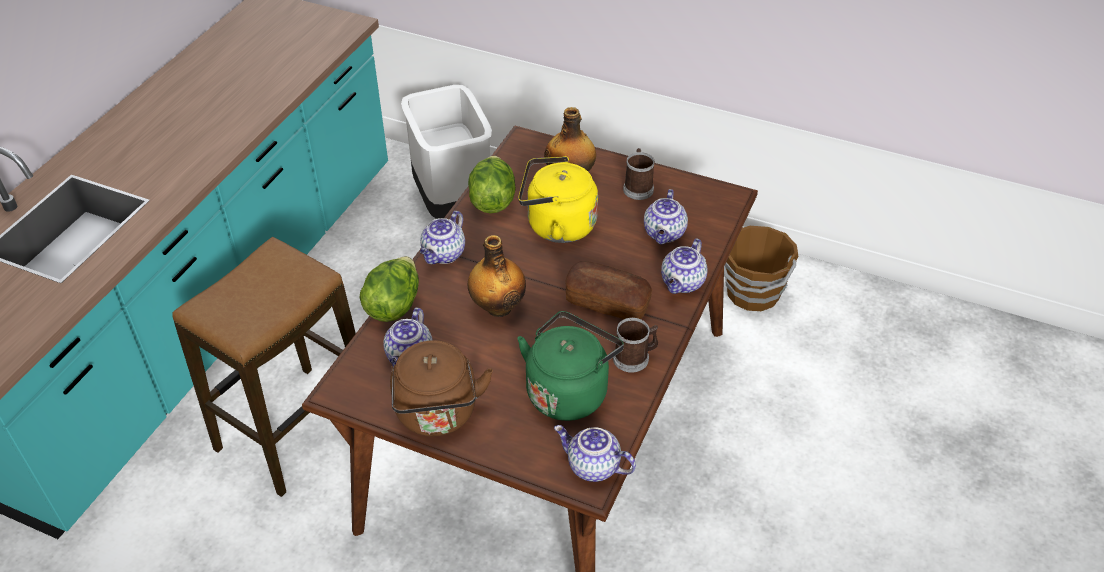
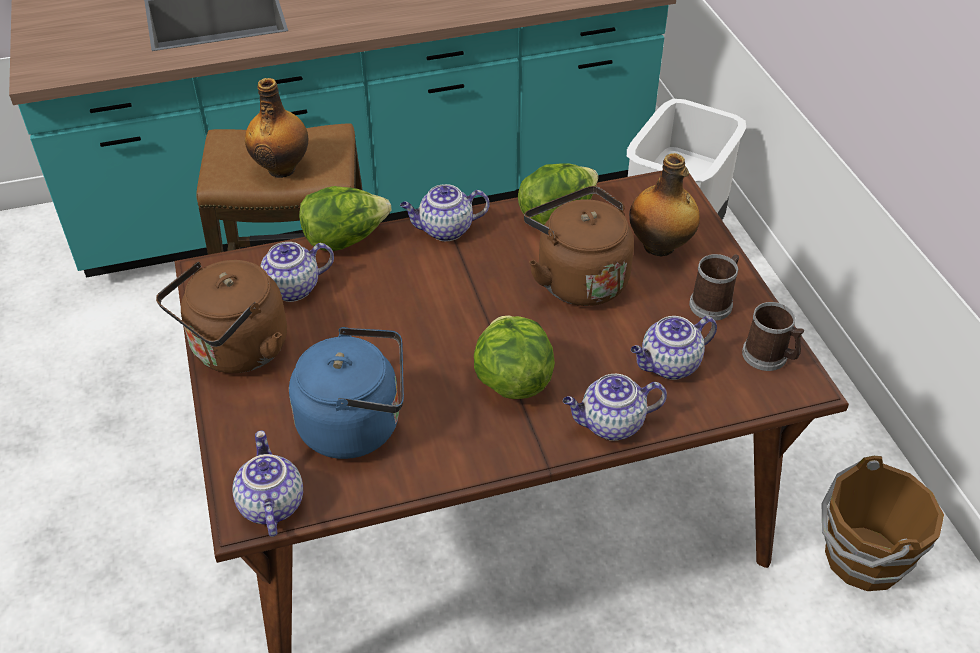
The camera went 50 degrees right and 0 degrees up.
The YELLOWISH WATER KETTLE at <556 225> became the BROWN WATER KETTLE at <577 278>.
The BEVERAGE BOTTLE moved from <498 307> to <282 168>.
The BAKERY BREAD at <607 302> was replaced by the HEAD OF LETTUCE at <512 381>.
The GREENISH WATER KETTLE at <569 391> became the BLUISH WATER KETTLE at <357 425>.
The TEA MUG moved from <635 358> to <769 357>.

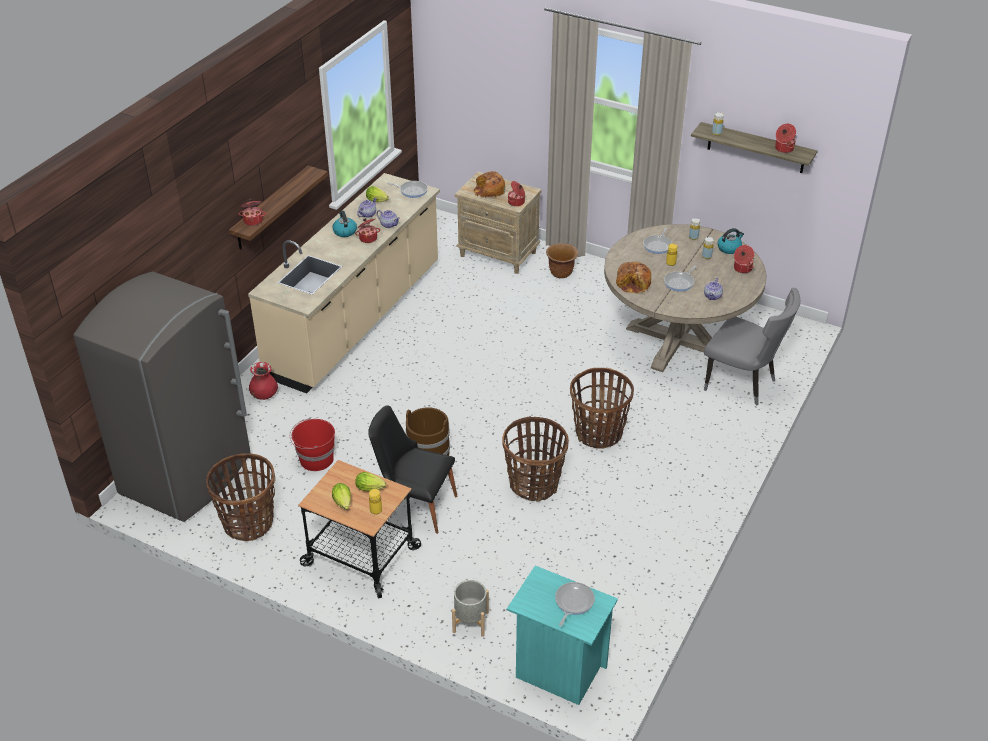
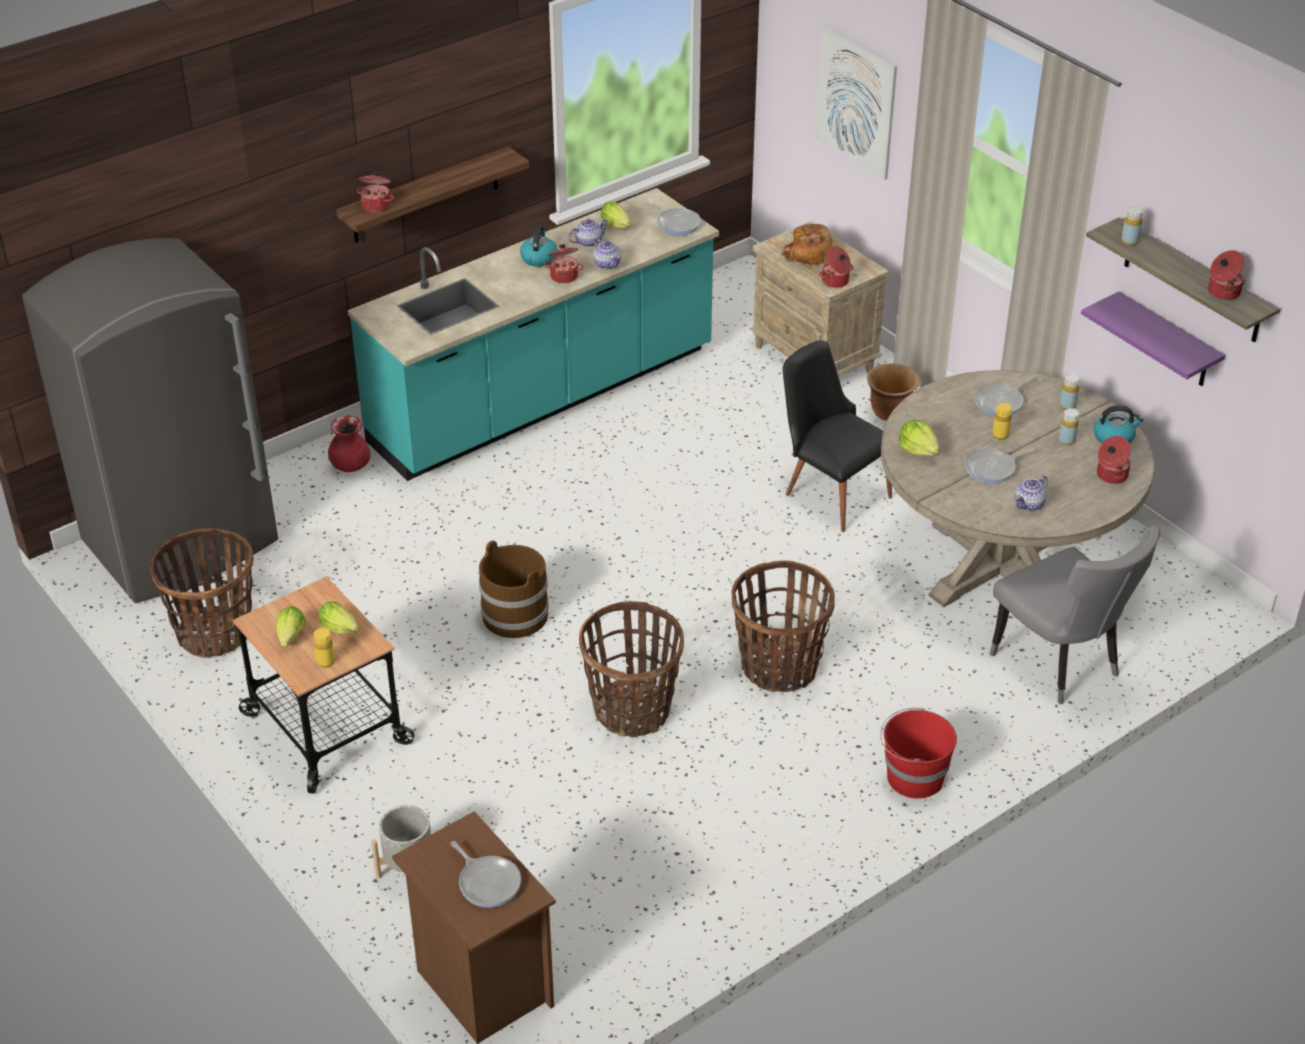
The camera went 25 degrees right and 0 degrees up.
The BEIGE KITCHEN BASE UNIT at <356 320> became the BLUE-GREEN KITCHEN BASE UNIT at <544 398>.
The BAKERY BREAD at <634 283> was replaced by the HEAD OF LETTUCE at <918 449>.
The BLACK-COLOURED PLAIN CHAIR moved from <414 504> to <830 491>.
The RED BUCKET moved from <315 459> to <913 778>.
The BLUE-GREEN BEDSIDE TABLE at <557 671> became the BROWN BEDSIDE TABLE at <480 985>.
The SKILLET at <573 602> turned 90 degrees clockwise.
The PICTURE at <855 102> appeared.
The PURPLE-COLOURED BRACKET SHELF at <1167 342> appeared.

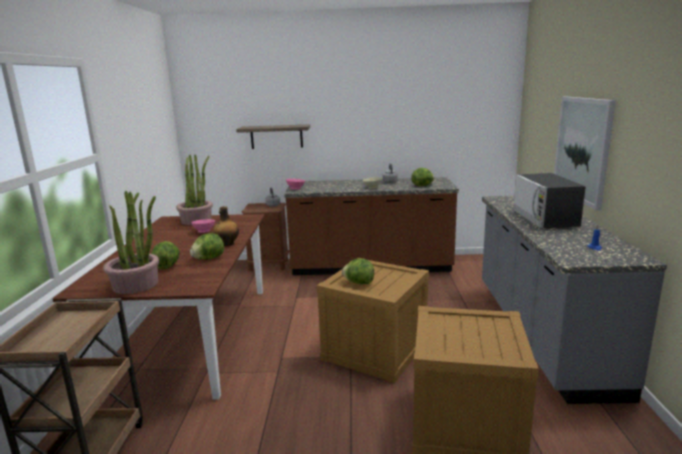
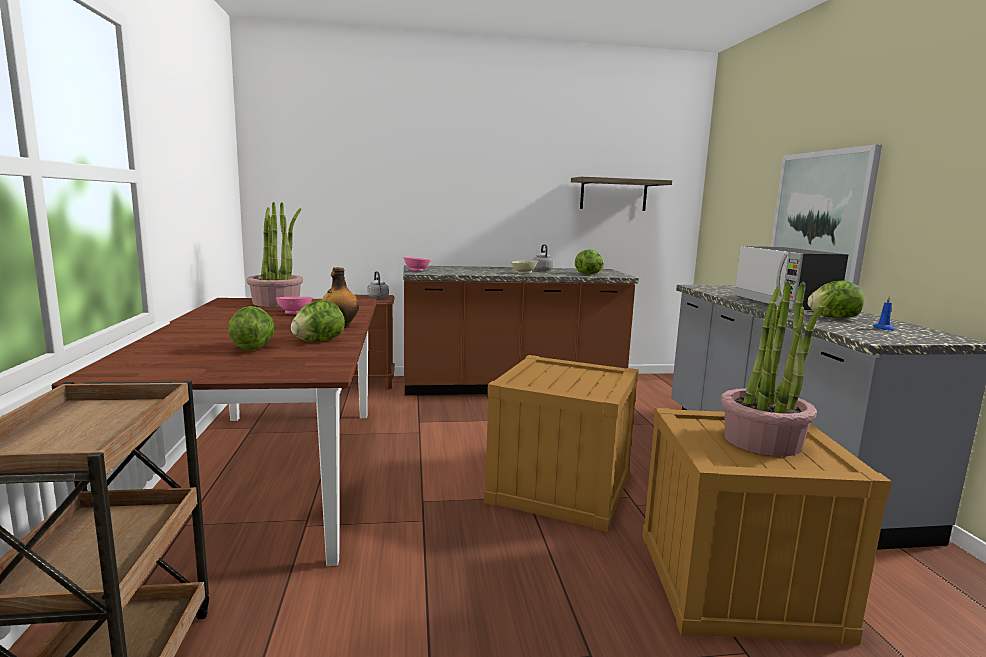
The camera went 10 degrees left and 5 degrees down.
The BRACKET SHELF moved from <276 136> to <613 194>.
The HOUSEPLANT moved from <136 284> to <763 441>.
The HEAD OF LETTUCE moved from <359 283> to <833 318>.

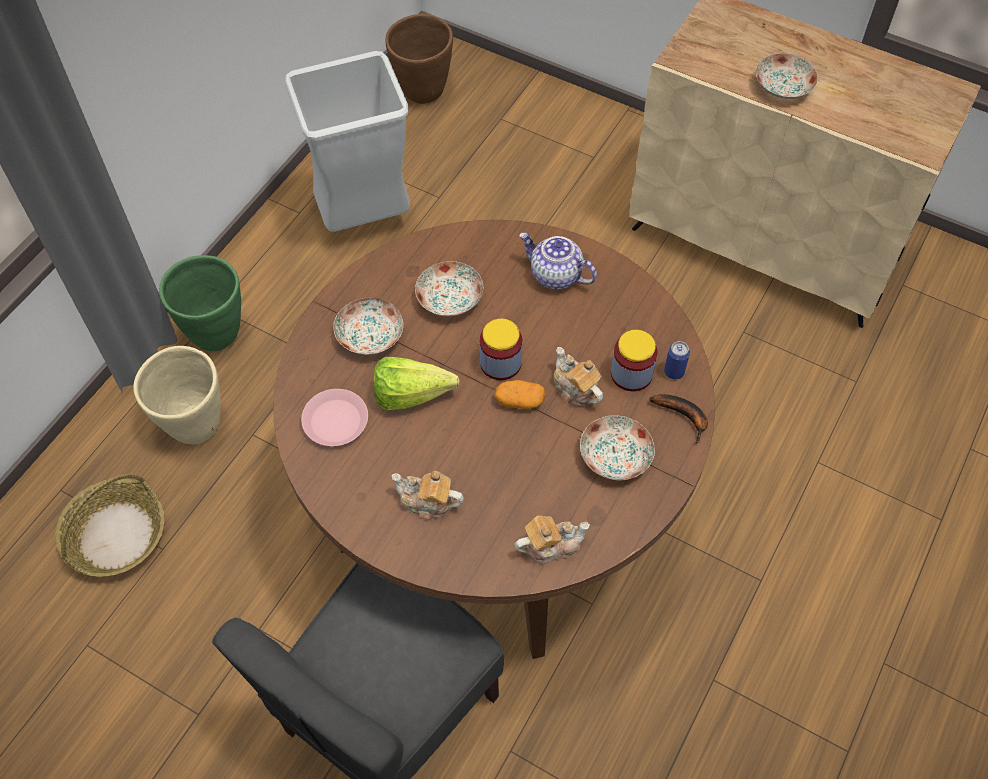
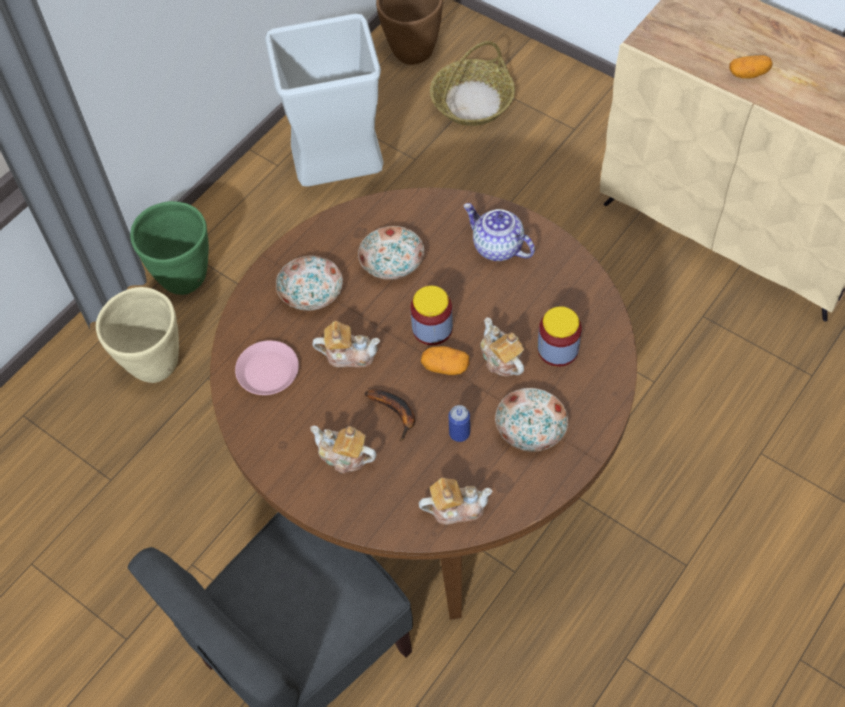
The camera went 10 degrees right and 0 degrees up.
The PLATE at <782 86> was replaced by the POTATO at <748 74>.
The METAL CAN moved from <674 372> to <459 433>.
The HEAD OF LETTUCE at <418 396> was replaced by the TEA POT at <349 354>.
The BANANA moved from <684 416> to <396 413>.
The BASKET moved from <116 535> to <472 101>.

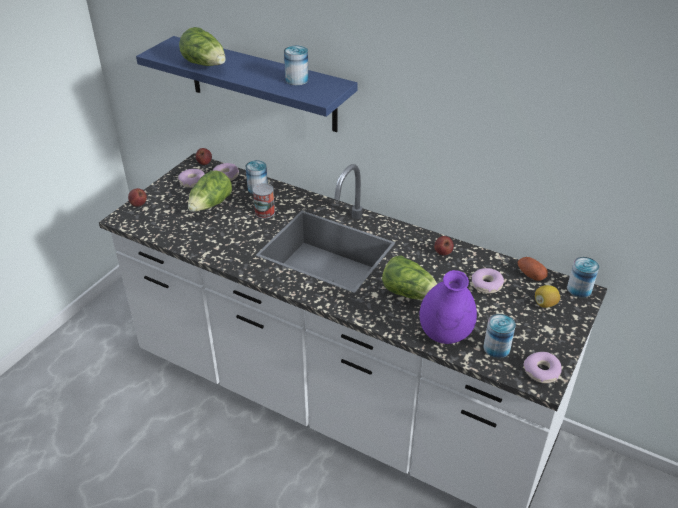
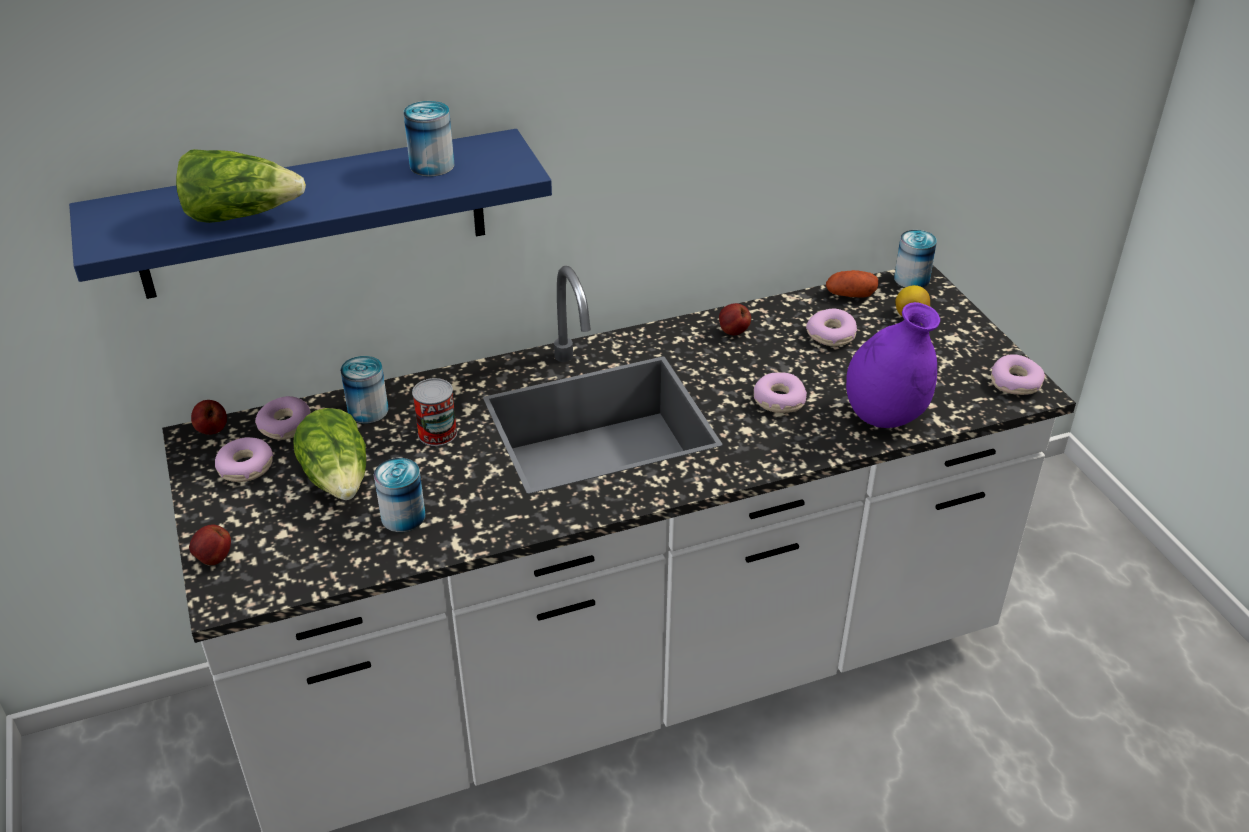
The camera went 50 degrees left and 0 degrees up.
The HEAD OF LETTUCE at <410 293> was replaced by the DOUGHNUT at <778 400>.
The METAL CAN moved from <496 348> to <403 516>.

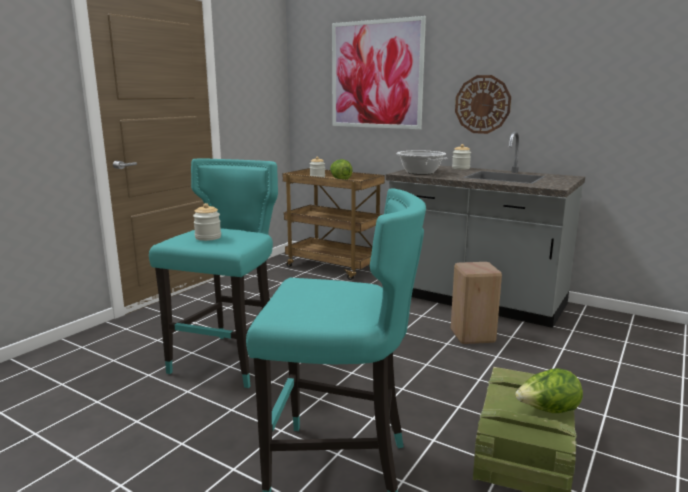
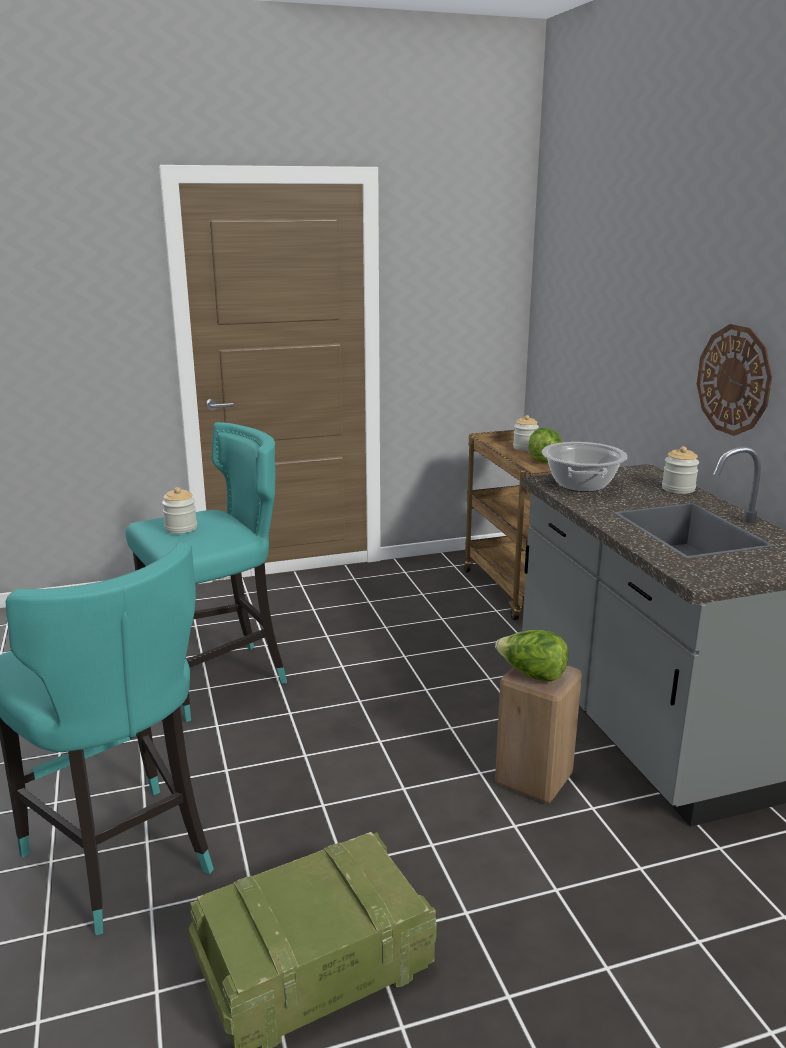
The camera went 40 degrees right and 5 degrees up.
The PICTURE at <376 75> disappeared.
The HEAD OF LETTUCE moved from <547 411> to <531 675>.

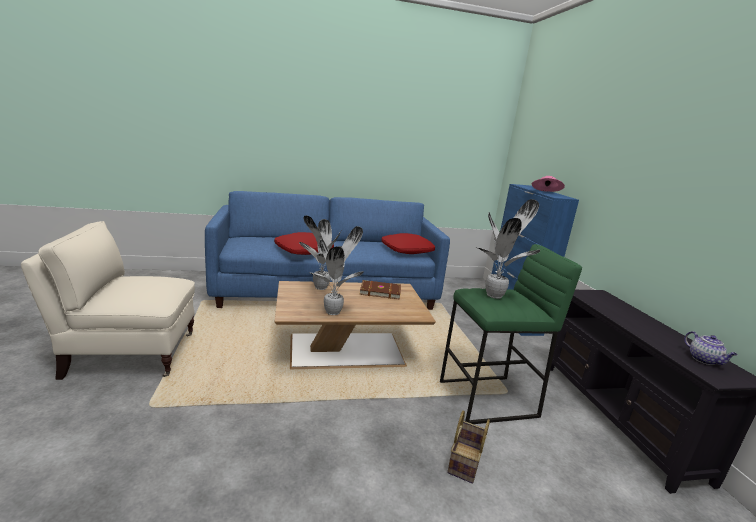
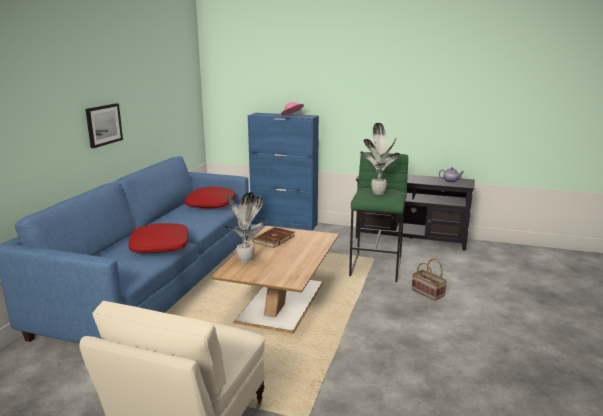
The camera went 60 degrees left and 0 degrees up.
The HOUSEPLANT at <334 312> disappeared.
The PICTURE at <103 125> appeared.

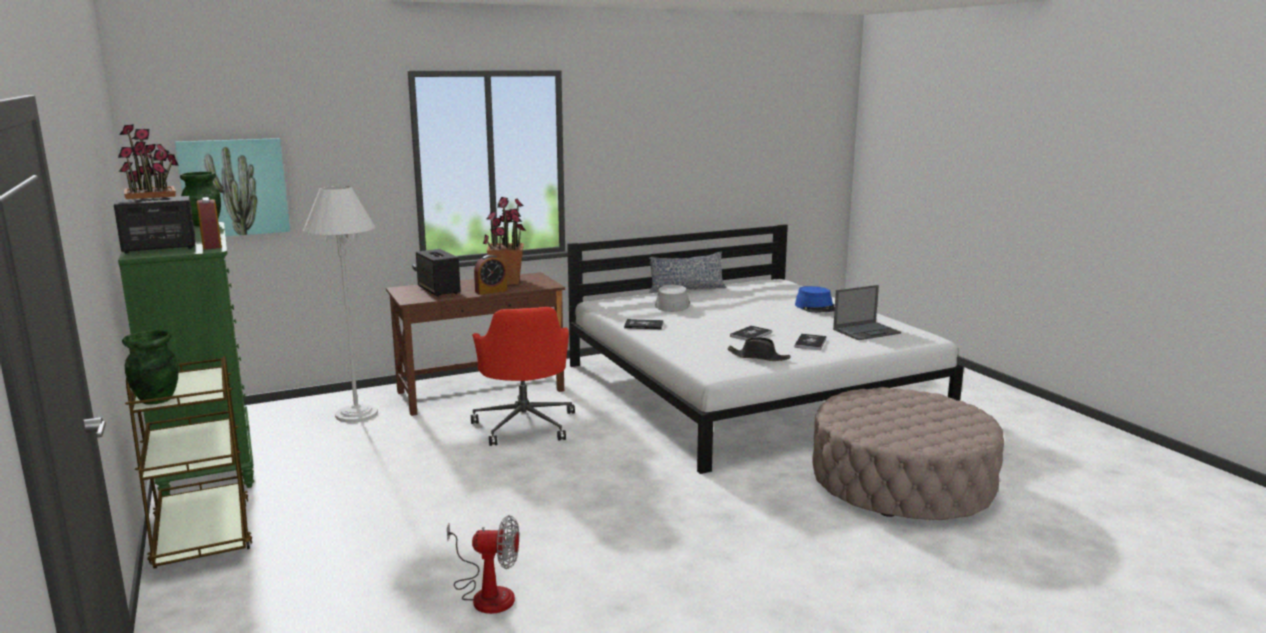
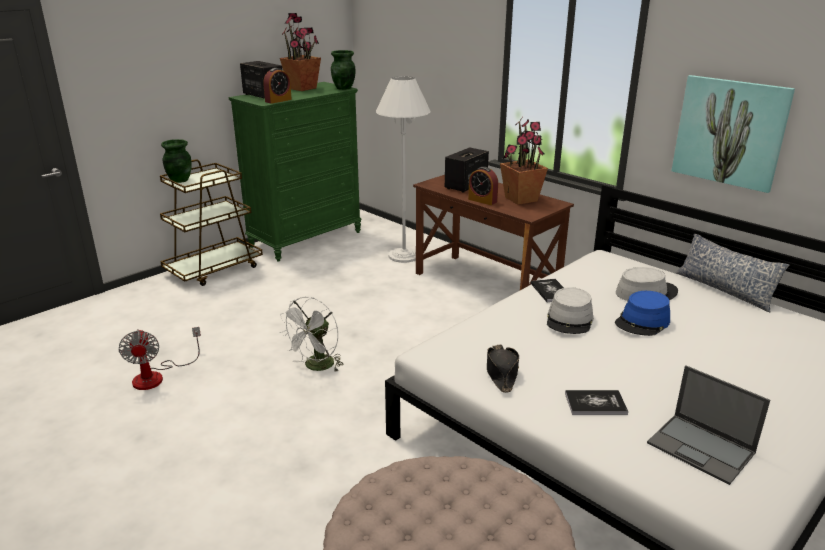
The camera went 70 degrees right and 10 degrees up.
The PICTURE moved from <234 187> to <729 132>.
The BLUISH WEARABLE HAT moved from <817 307> to <642 322>.
The RED COMPUTER CHAIR at <525 424> disappeared.
The BOUND BOOK at <751 334> disappeared.
The GREYISH WEARABLE HAT at <570 320> appeared.
The WHITE-COLOURED FAN at <316 367> appeared.

